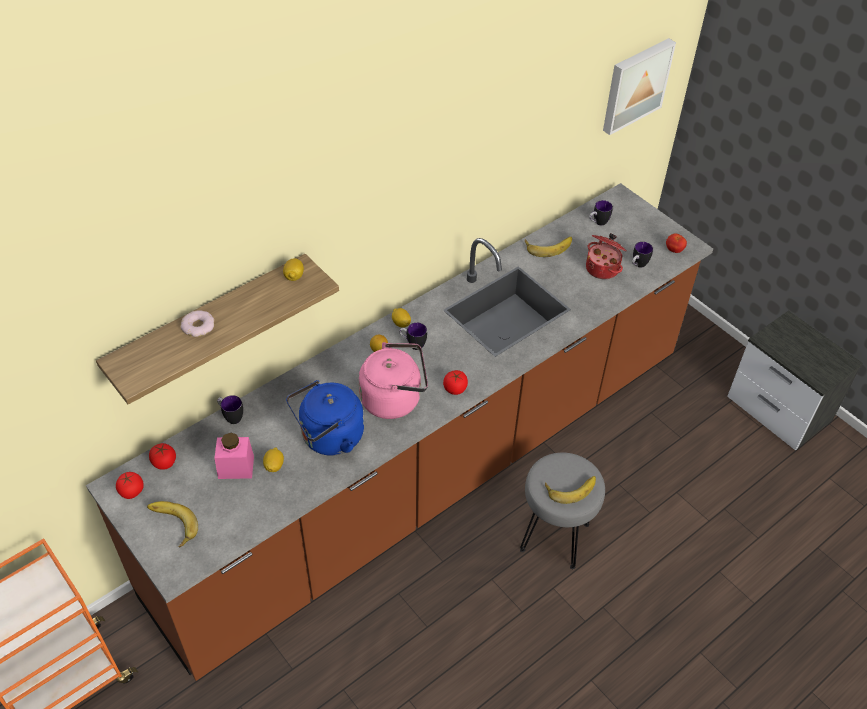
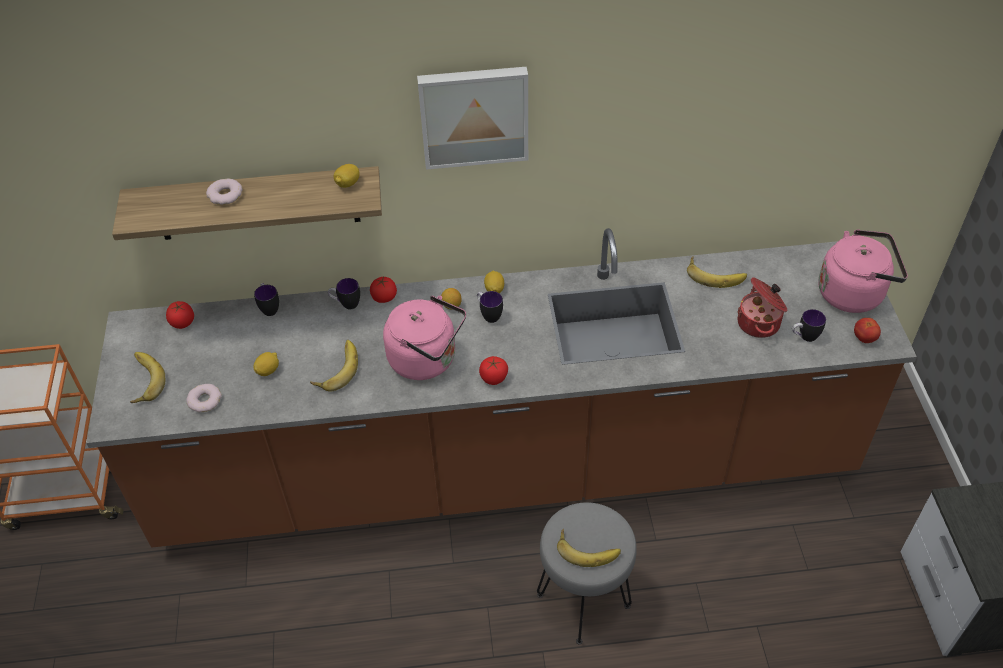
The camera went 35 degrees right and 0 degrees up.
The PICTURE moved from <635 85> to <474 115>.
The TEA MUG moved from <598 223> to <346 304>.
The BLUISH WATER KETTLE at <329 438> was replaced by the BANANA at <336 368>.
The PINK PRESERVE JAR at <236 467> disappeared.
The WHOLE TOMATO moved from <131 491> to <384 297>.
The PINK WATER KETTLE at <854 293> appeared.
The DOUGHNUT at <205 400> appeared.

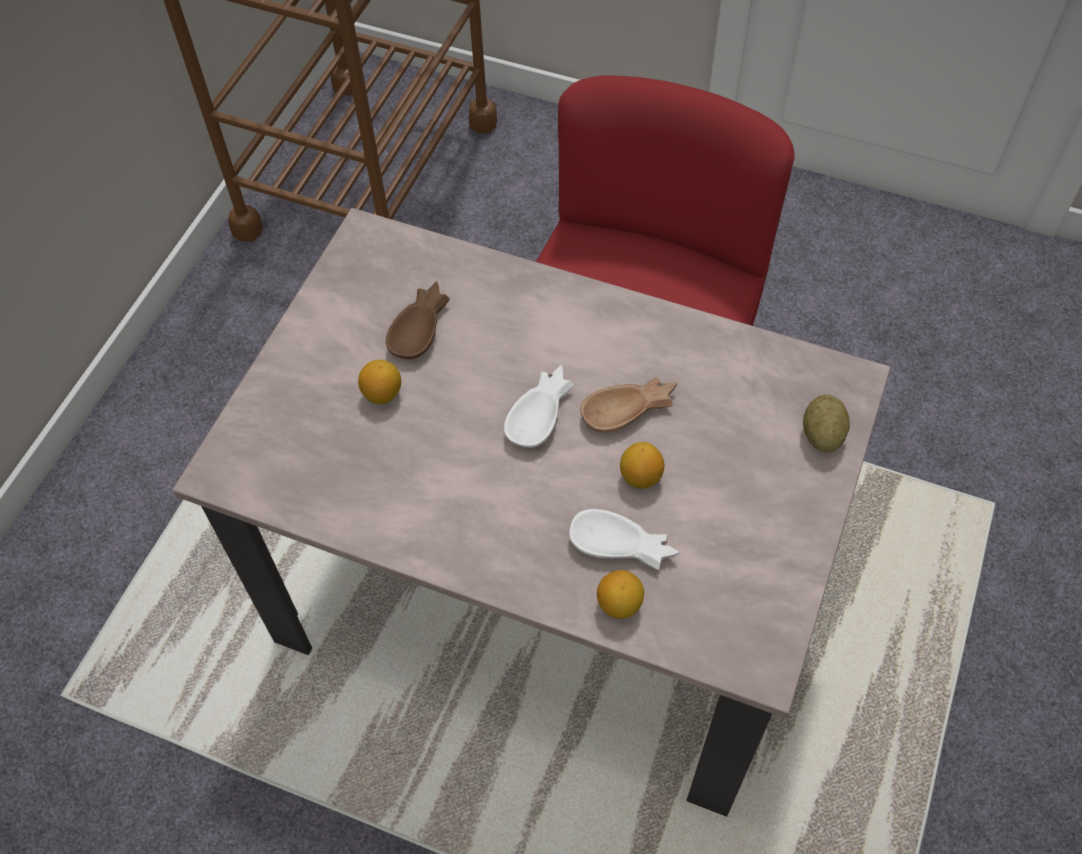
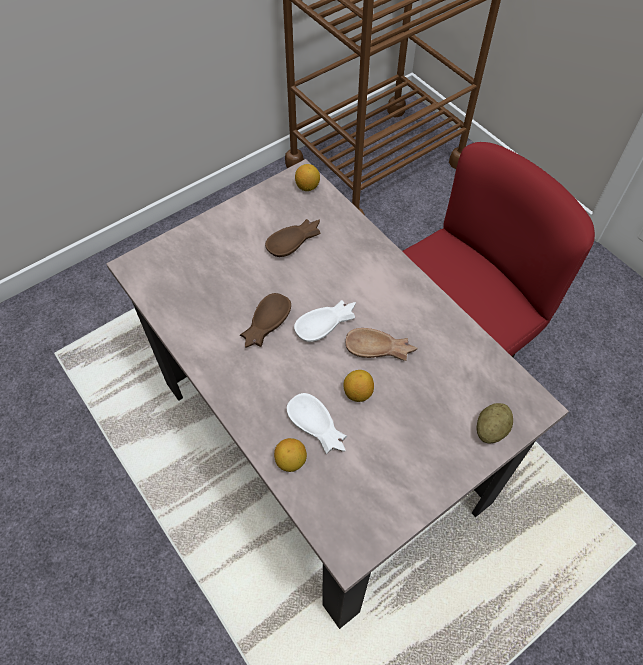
The camera went 30 degrees right and 0 degrees up.
The CITRUS FRUIT moved from <382 393> to <307 186>.
The BROWN SERVING BOWL at <264 325> appeared.

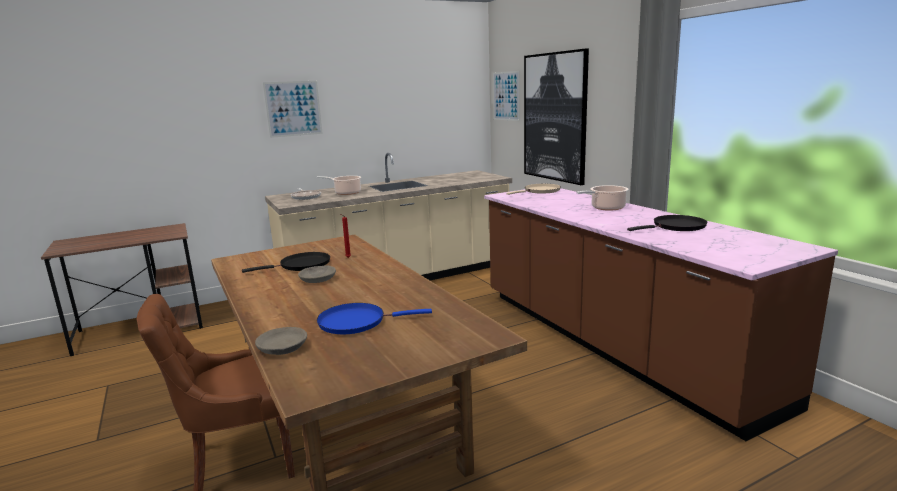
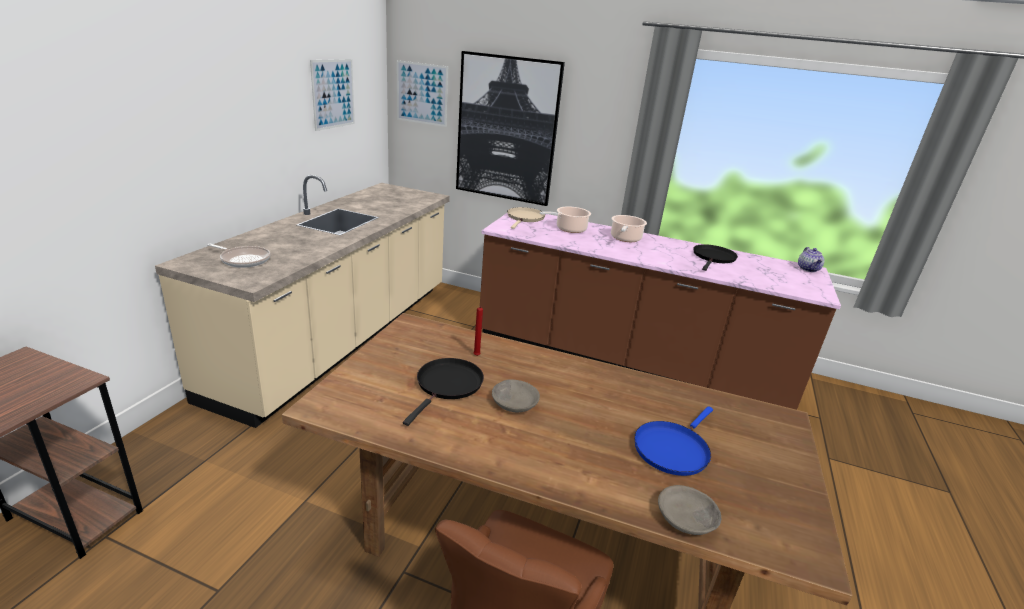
The camera went 45 degrees left and 10 degrees up.
The PICTURE moved from <293 108> to <333 94>.
The STOCKPOT moved from <346 193> to <569 229>.
The TEA POT at <808 269> appeared.

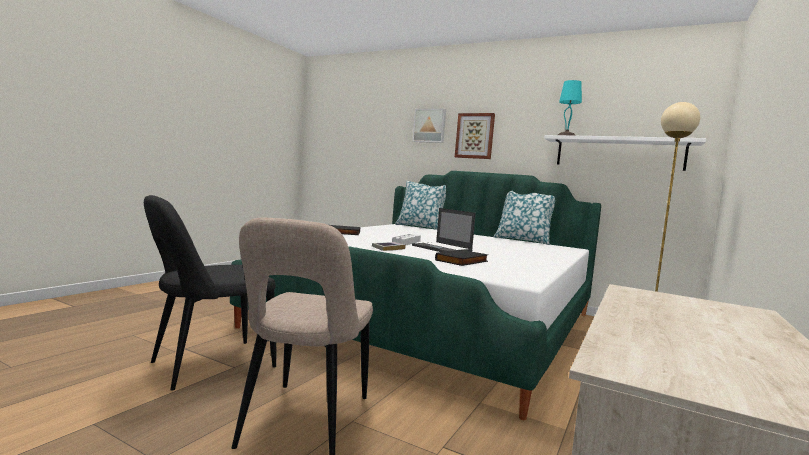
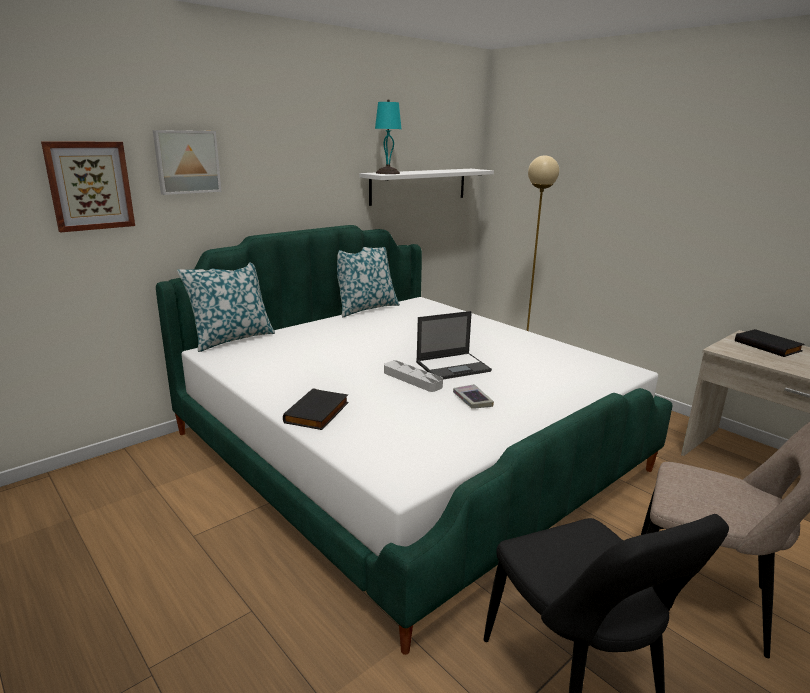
The camera went 70 degrees left and 15 degrees up.
The PICTURE moved from <475 136> to <90 186>.
The BLACK-COLOURED BOUND BOOK moved from <462 261> to <768 346>.

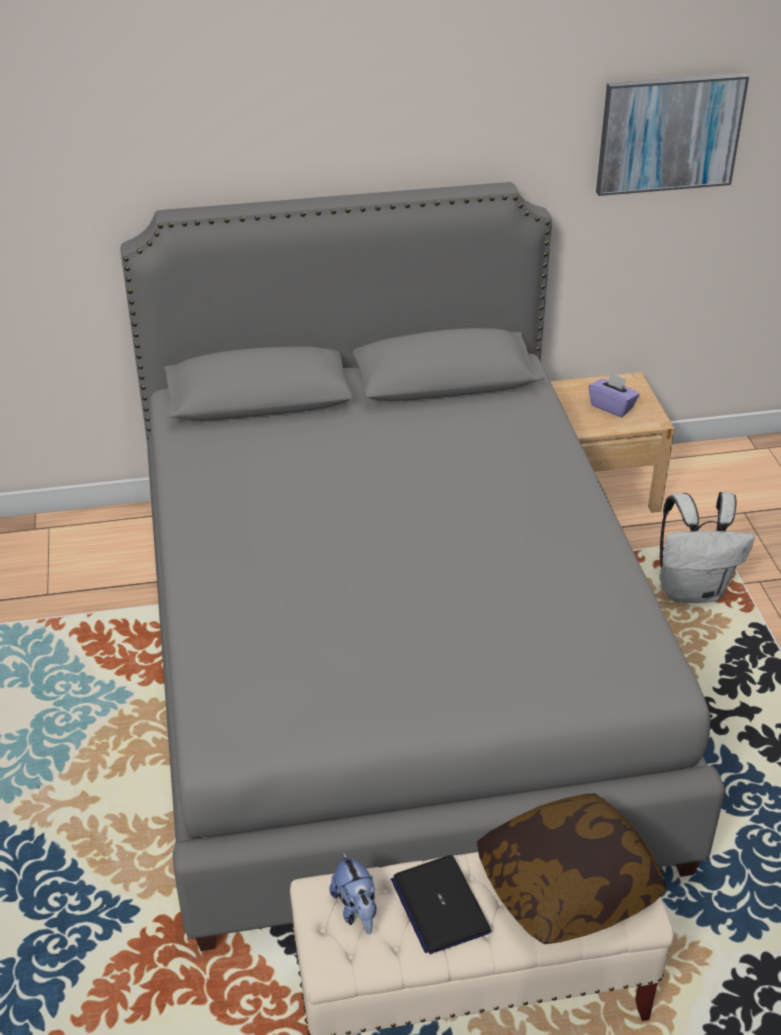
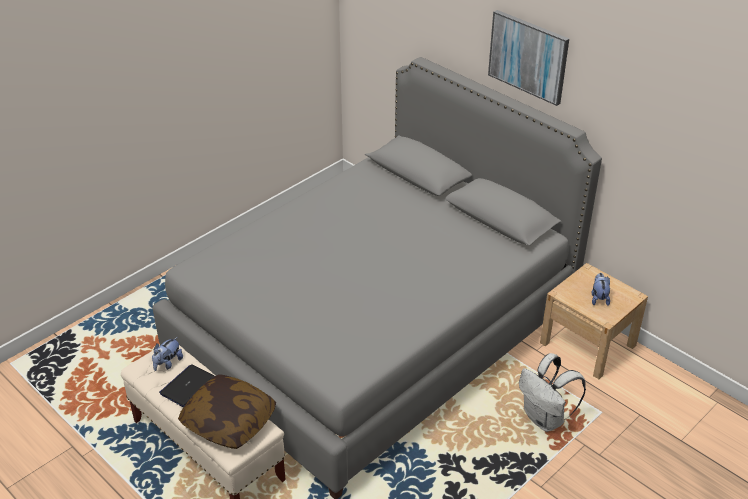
The camera went 55 degrees right and 0 degrees up.
The PICTURE moved from <669 133> to <528 56>.
The PURPLE-COLOURED TISSUE BOX at <612 406> was replaced by the CUDDLY TOY at <599 298>.

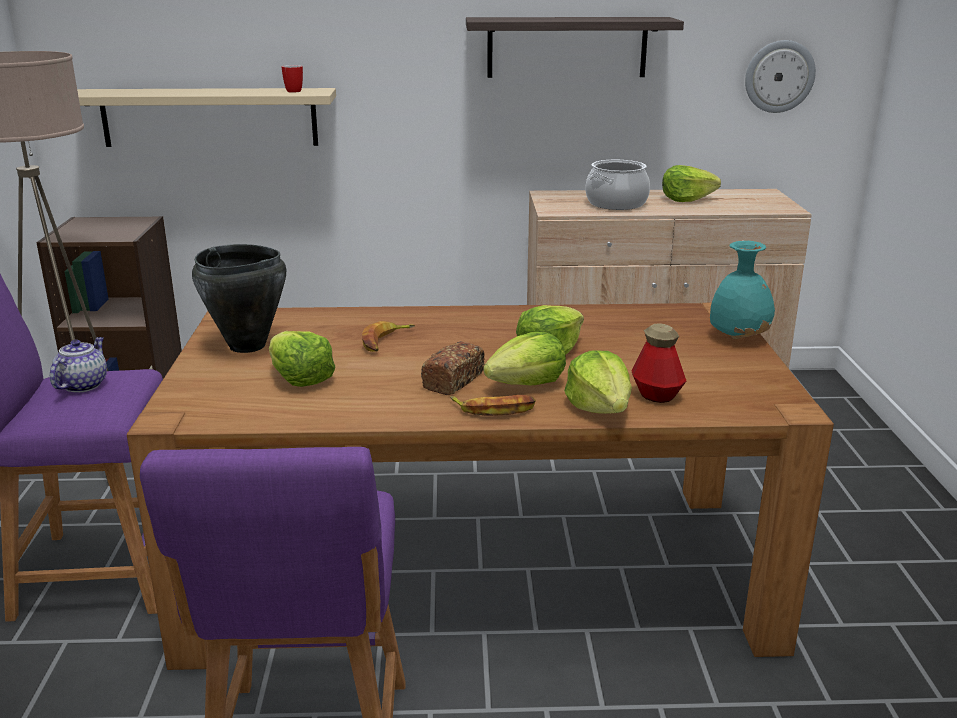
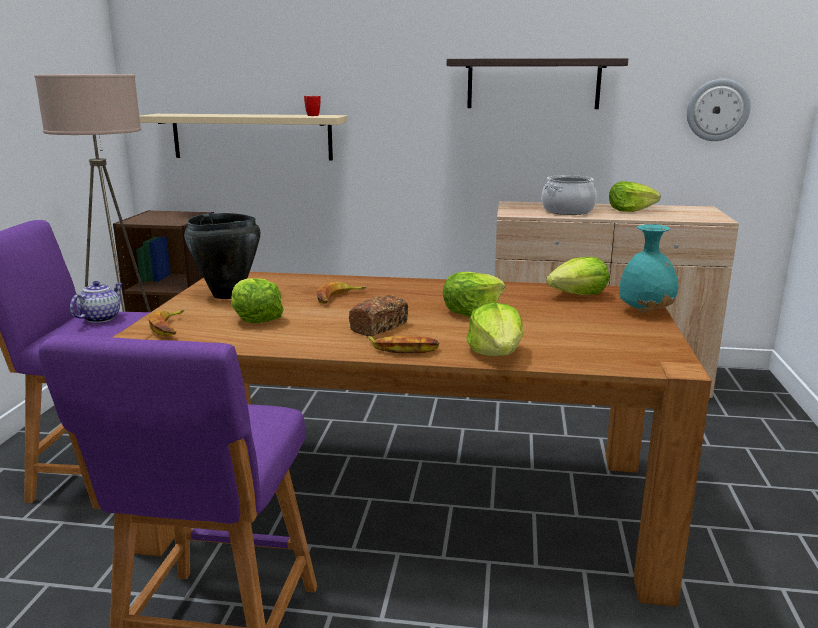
The camera went 10 degrees right and 5 degrees down.
The BEVERAGE BOTTLE at <656 395> disappeared.
The HEAD OF LETTUCE moved from <527 384> to <578 295>.
The BANANA at <169 327> appeared.

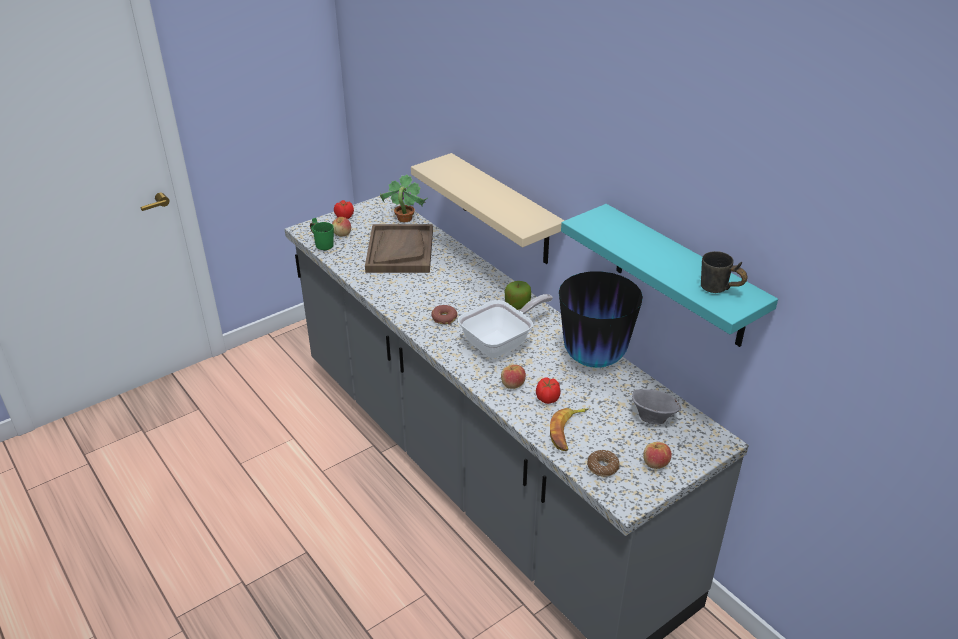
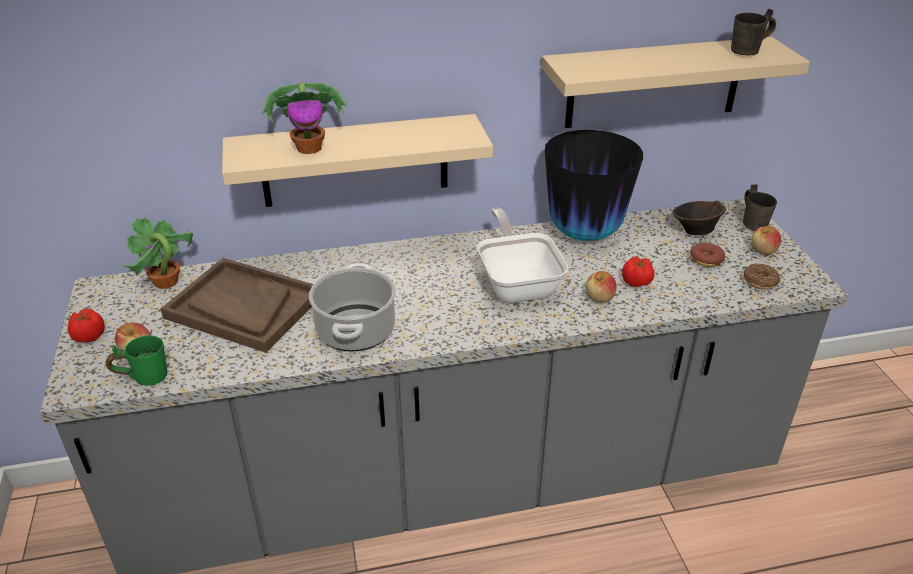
The camera went 65 degrees left and 0 degrees up.
The BLUE-GREEN BRACKET SHELF at <680 277> became the BEIGE BRACKET SHELF at <654 83>.
The WHOLE APPLE at <517 305> disappeared.
The DOUGHNUT moved from <444 318> to <706 259>.
The GREYISH SERVING BOWL at <652 417> became the BROWN SERVING BOWL at <695 231>.
The BANANA at <567 431> disappeared.
The HOUSEPLANT at <310 148> appeared.
The GREYISH TEA MUG at <755 222> appeared.
The STOCKPOT at <355 330> appeared.

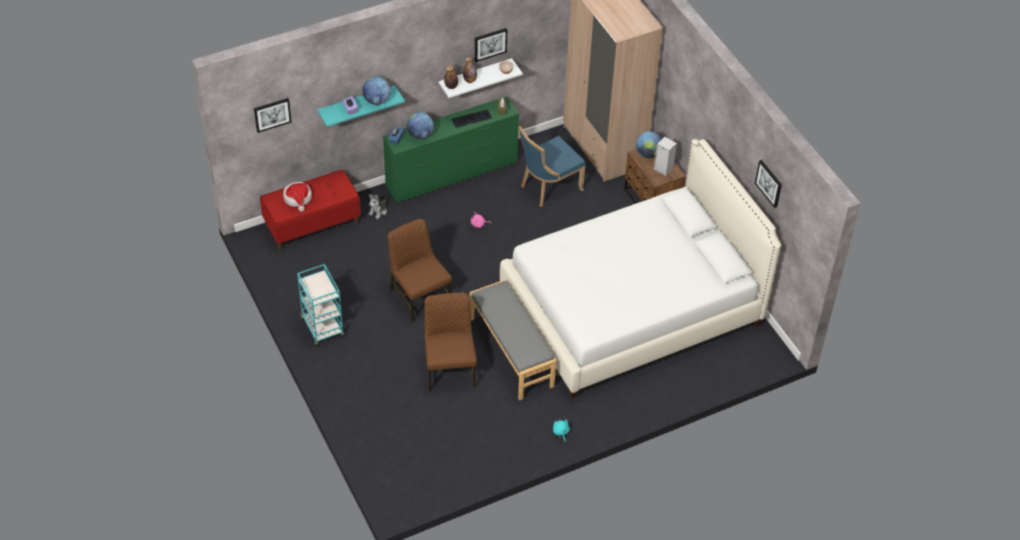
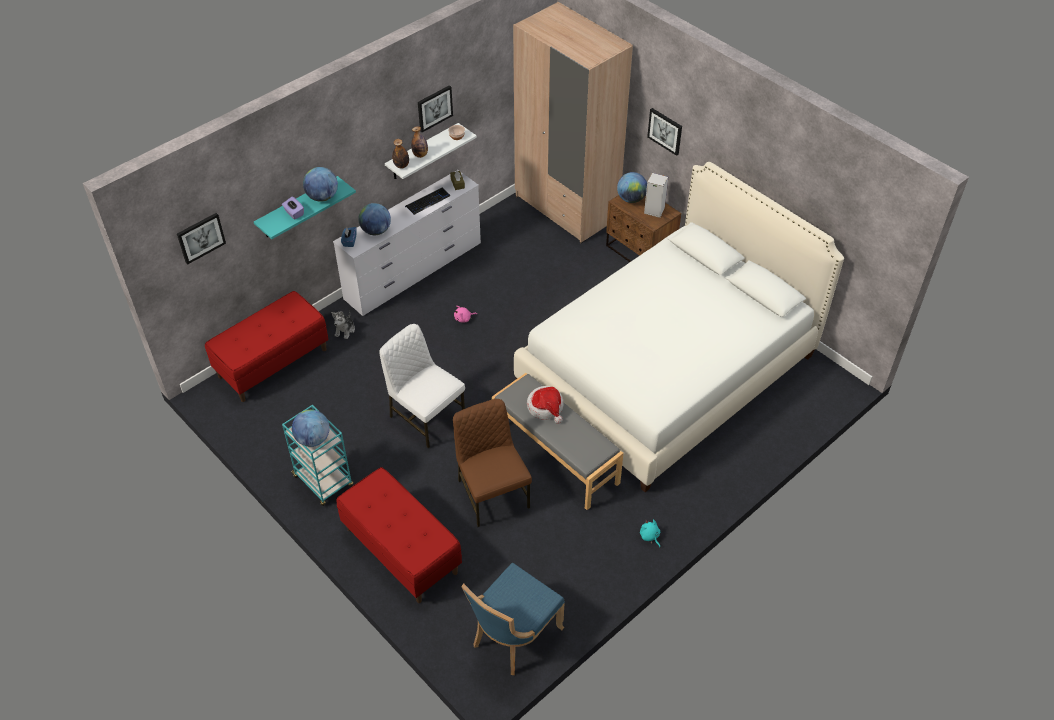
The camera went 15 degrees left and 0 degrees up.
The GREENISH DRESSER at <452 174> became the WHITE-COLOURED DRESSER at <414 271>.
The BLUISH PLAIN CHAIR moved from <548 187> to <513 637>.
The PICTURE moved from <769 183> to <665 131>.
The WEARABLE HAT moved from <298 198> to <546 407>.
The BROWN PLAIN CHAIR at <419 296> became the WHITE-COLOURED PLAIN CHAIR at <425 416>.
The GLOBE at <313 439> appeared.
The RED INDOOR BENCH at <401 551> appeared.

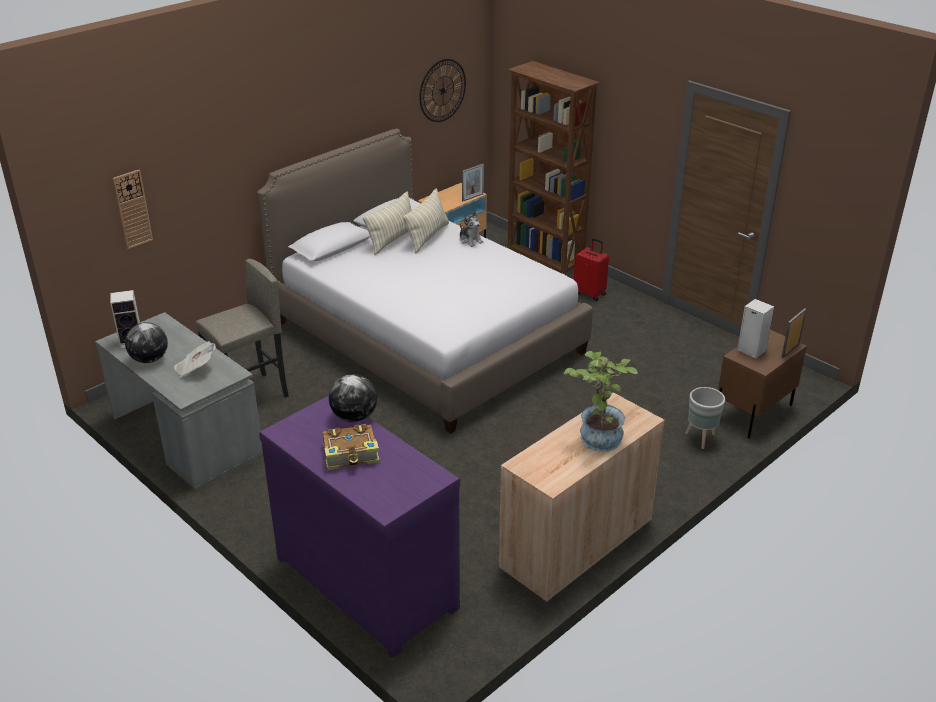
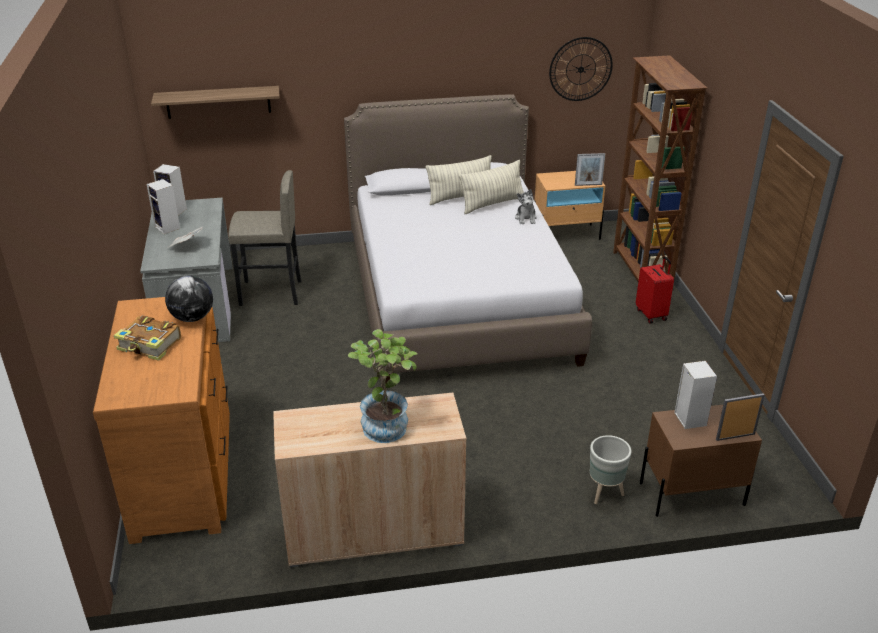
The camera went 35 degrees right and 0 degrees up.
The WALL CLOCK at <132 209> was replaced by the BRACKET SHELF at <218 102>.
The GLOBE at <150 359> was replaced by the SPEAKER at <168 228>.
The PURPLE-COLOURED DRESSER at <368 580> became the BROWN DRESSER at <184 474>.

